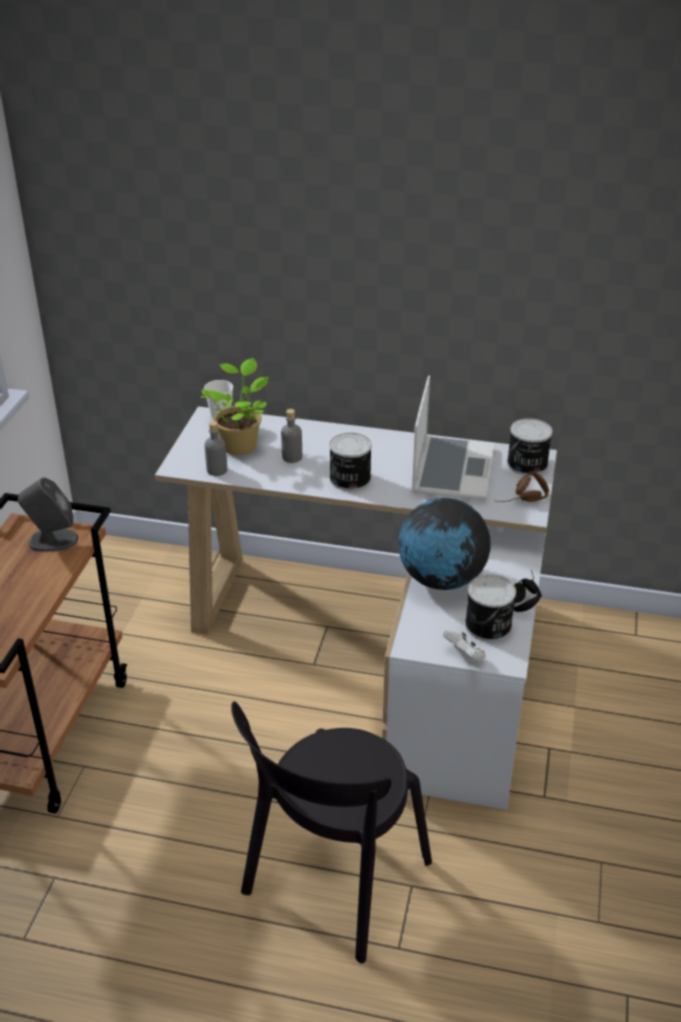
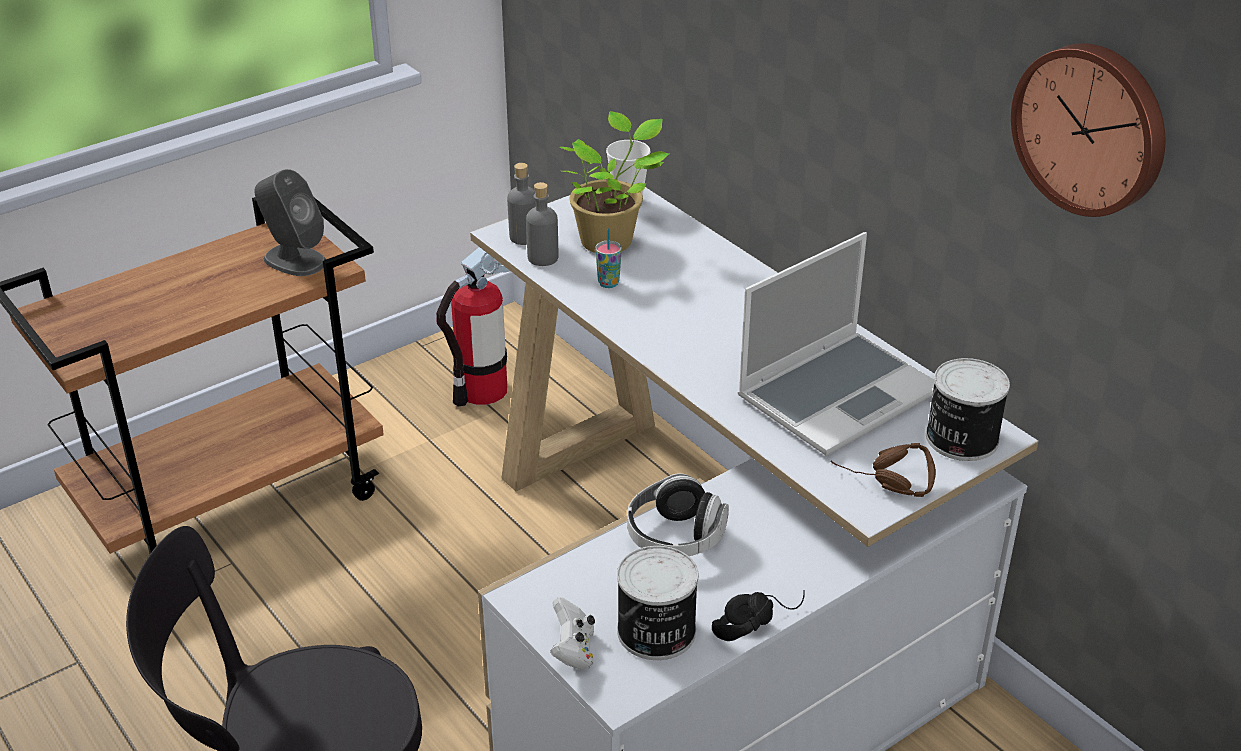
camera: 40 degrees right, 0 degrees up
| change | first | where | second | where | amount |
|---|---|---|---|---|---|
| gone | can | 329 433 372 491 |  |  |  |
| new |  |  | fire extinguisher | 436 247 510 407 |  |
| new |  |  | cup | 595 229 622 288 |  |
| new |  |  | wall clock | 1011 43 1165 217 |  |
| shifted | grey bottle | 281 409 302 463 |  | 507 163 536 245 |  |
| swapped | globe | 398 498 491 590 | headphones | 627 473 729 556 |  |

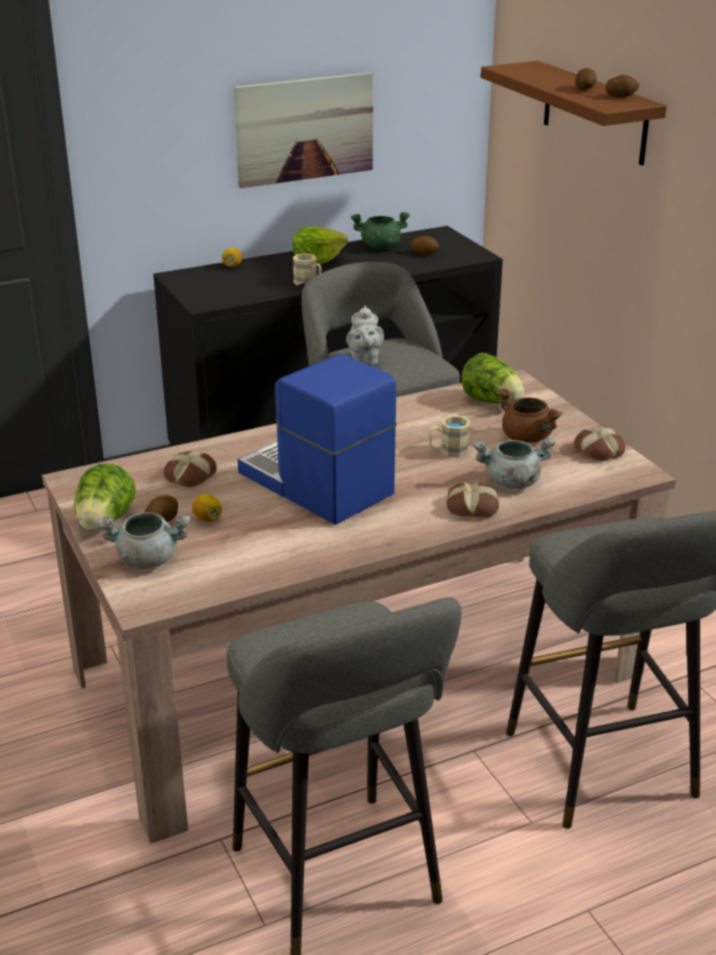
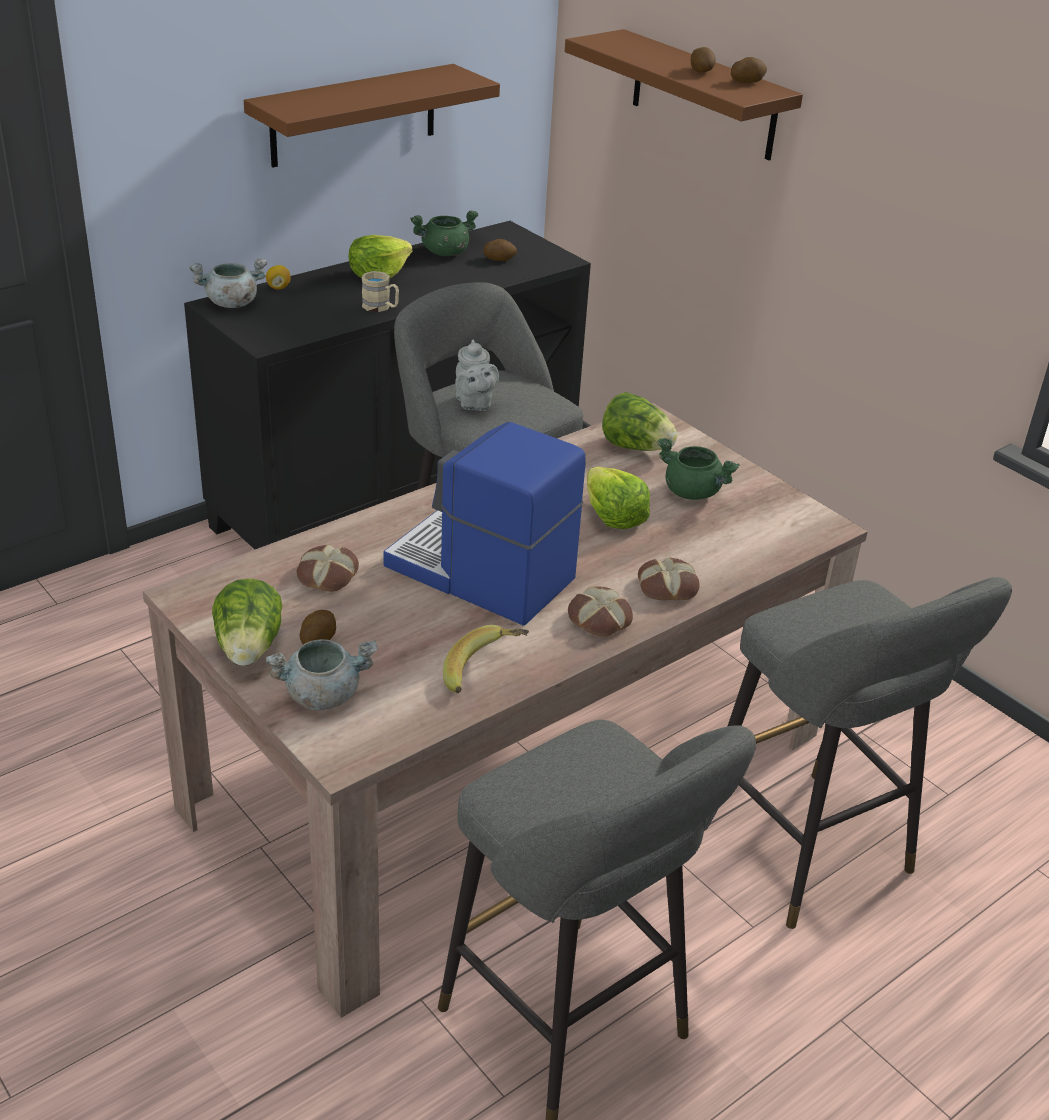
camera: 15 degrees left, 5 degrees up
| change | first | where | second | where | amount |
|---|---|---|---|---|---|
| gone | lemon | 192 494 222 522 |  |  |  |
| new |  |  | banana | 443 625 529 693 |  |
| shifted | grey cooking pot | 473 438 555 489 |  | 189 259 267 308 |  |
| shifted | bread | 574 426 625 461 |  | 568 586 633 637 |  |
| swapped | picture | 234 72 373 188 | brown shelf | 244 64 500 168 |  |
| swapped | beige mug | 429 415 470 458 | lettuce | 587 467 650 529 |  |
| repainted | brown cooking pot | 496 389 563 443 | green cooking pot | 657 438 740 500 |  |

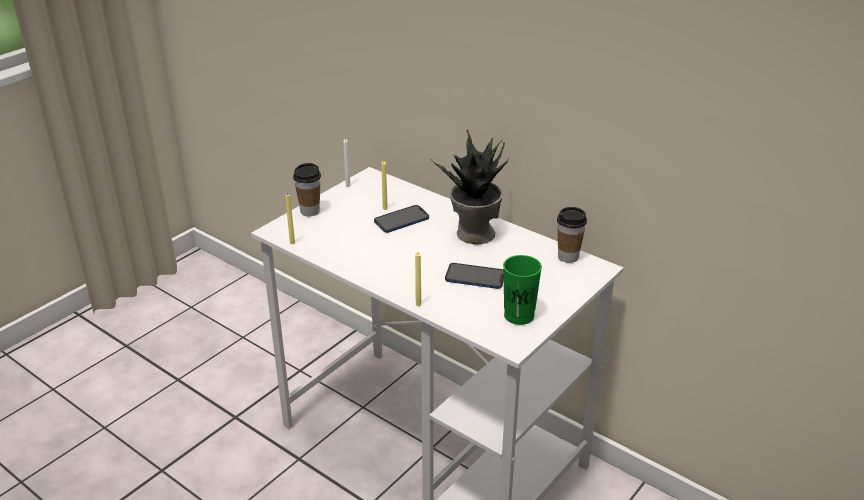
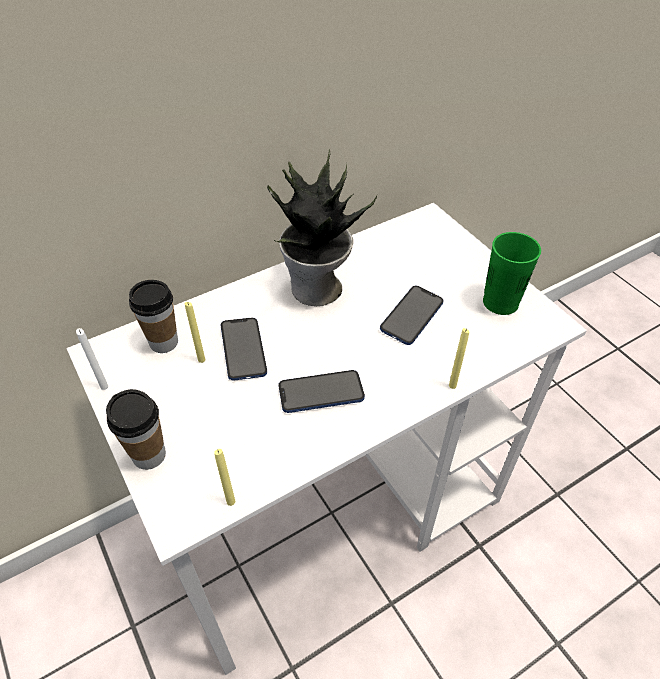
camera: 70 degrees left, 15 degrees up
| change | first | where | second | where | amount |
|---|---|---|---|---|---|
| new |  |  | phone | 278 370 365 413 |  |
| shifted | cup | 557 207 587 263 |  | 129 280 178 353 |  |

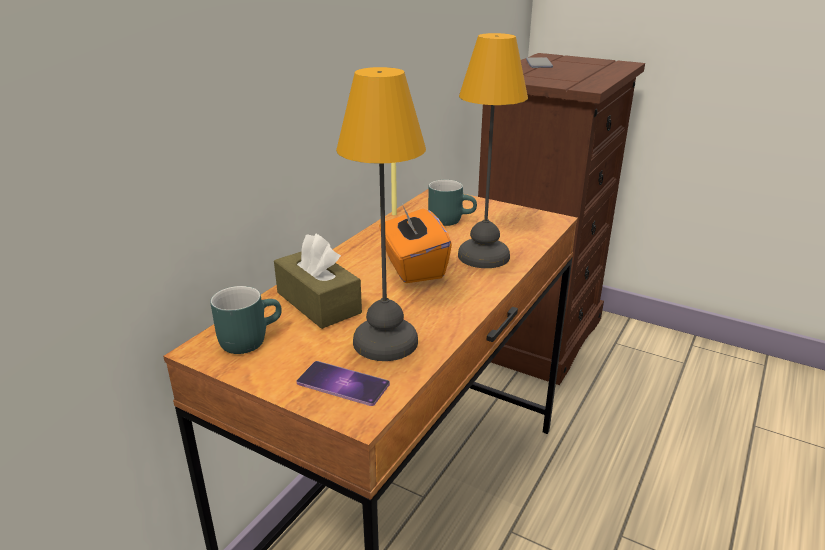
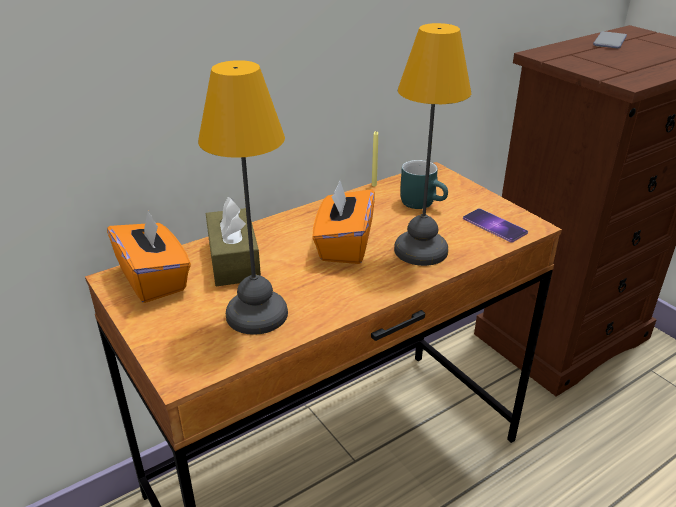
camera: 25 degrees right, 5 degrees up
| change | first | where | second | where | amount |
|---|---|---|---|---|---|
| shifted | phone | 297 361 390 406 |  | 463 208 528 243 |  |
| swapped | turquoise mug | 210 286 282 354 | orange tissue box | 107 210 191 303 |  |

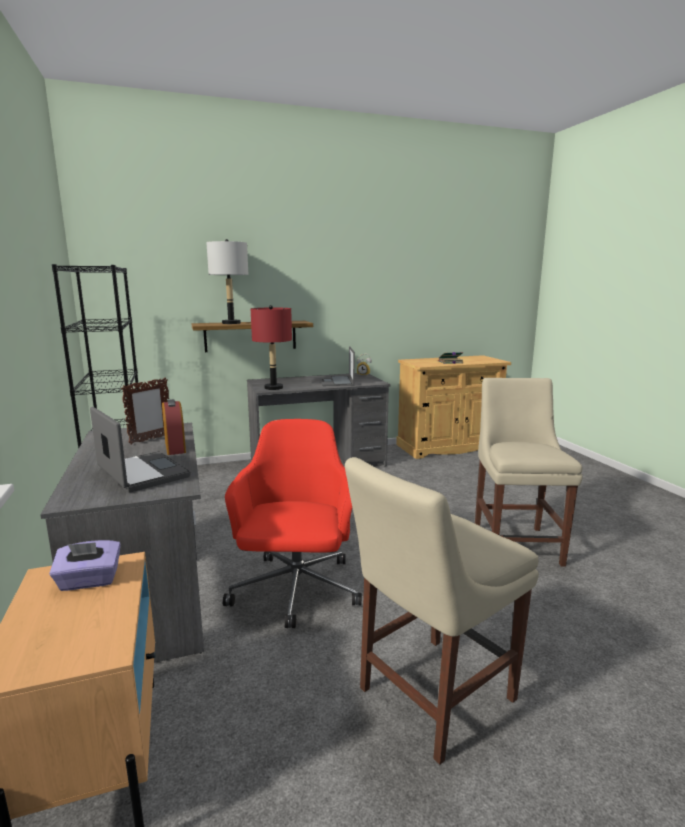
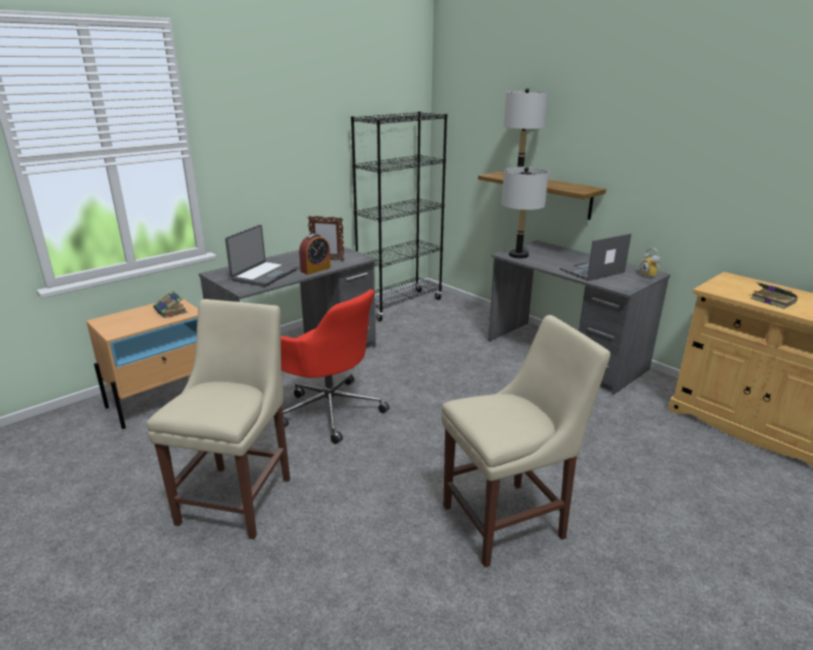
camera: 65 degrees right, 10 degrees up
| change | first | where | second | where | amount |
|---|---|---|---|---|---|
| swapped | purple tissue box | 49 540 121 591 | book | 153 290 187 318 |  |
| repainted | red table lamp | 251 305 292 390 | grey table lamp | 502 167 549 258 |  |
| rotated | red office chair | 223 419 362 628 |  | 281 289 390 444 | 60 degrees clockwise |
| rotated | beige chair | 345 457 539 765 |  | 147 299 290 539 | 75 degrees clockwise |

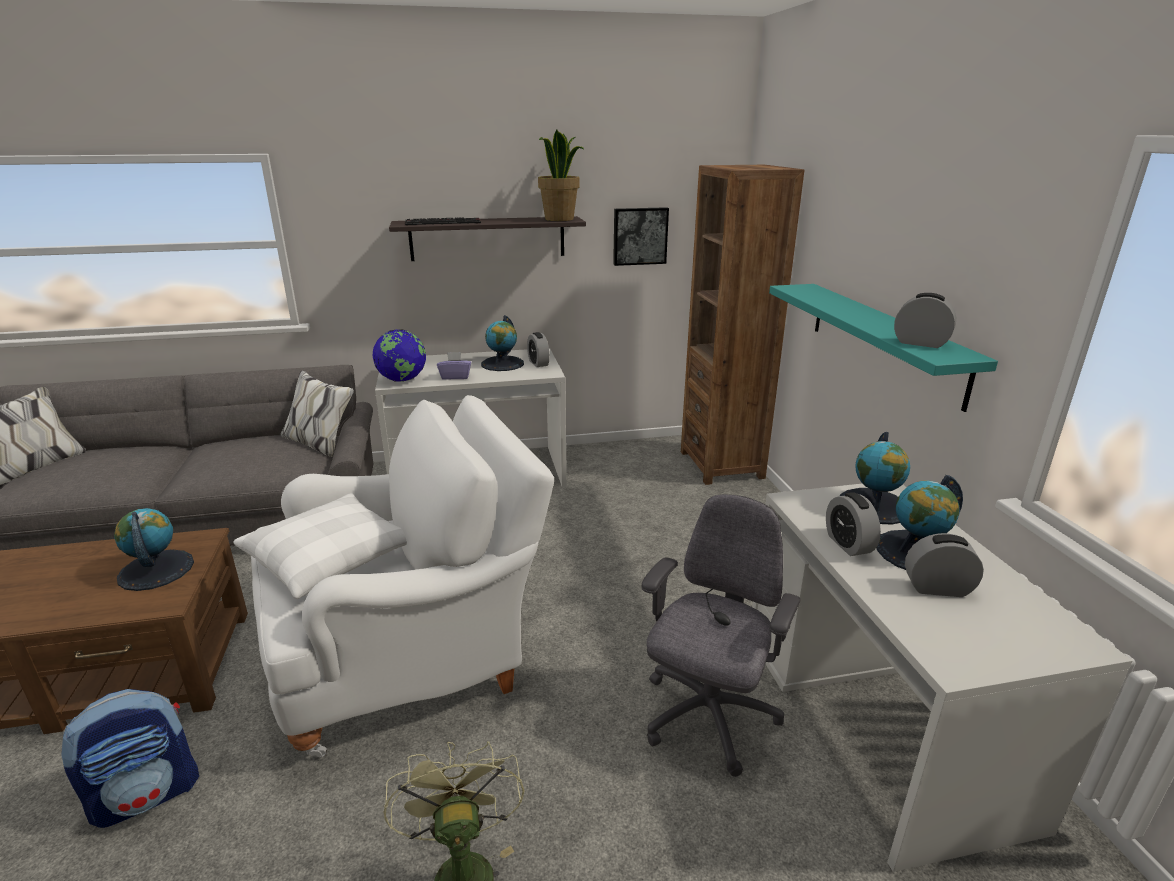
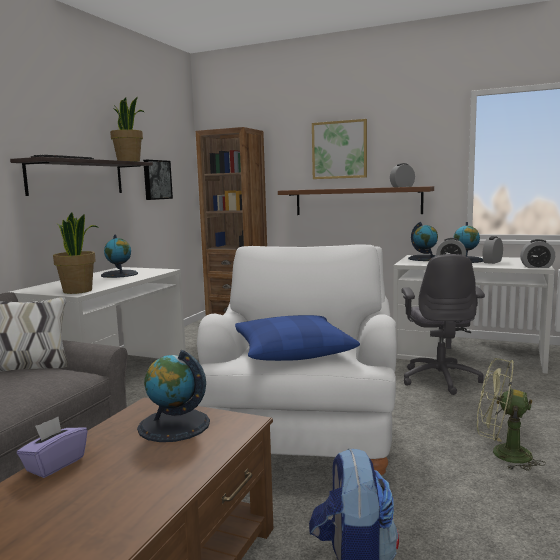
camera: 55 degrees left, 15 degrees down
| change | first | where | second | where | amount |
|---|---|---|---|---|---|
| new |  |  | picture | 312 119 367 179 |  |
| shifted | purple tissue box | 437 352 472 380 |  | 17 417 87 478 |  |
| shifted | alarm clock | 527 332 550 367 |  | 520 239 555 268 |  |
| swapped | globe | 373 329 426 382 | potted plant | 53 212 99 294 |  |
| repainted | white pillow | 234 493 407 599 | blue pillow | 235 315 360 361 |  |
| repainted | turquoise shelf | 769 284 998 412 | brown shelf | 278 186 434 215 |  |
| rotated | grey office chair | 642 494 801 777 |  | 401 254 485 395 | 150 degrees counterclockwise |

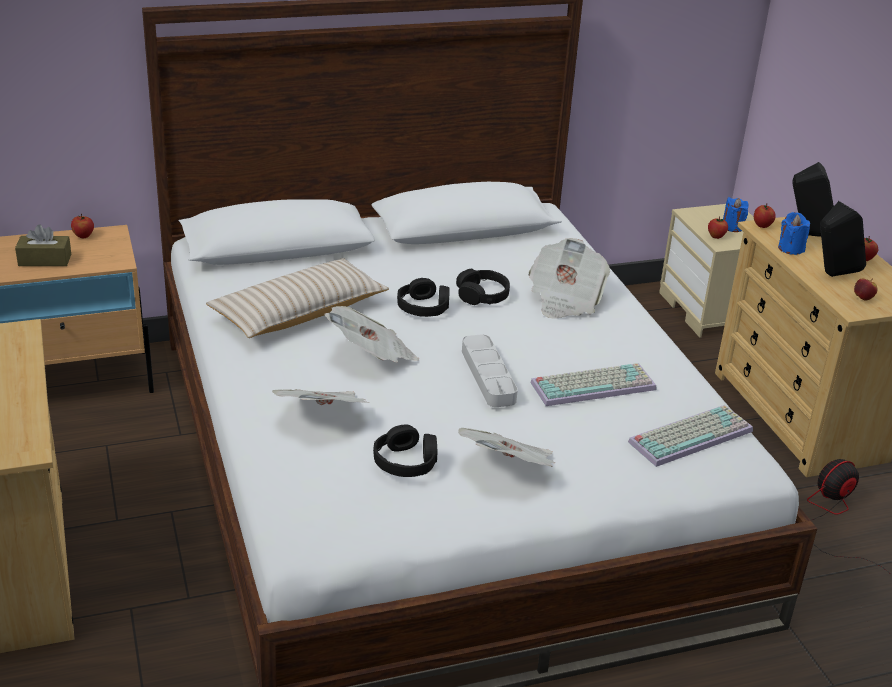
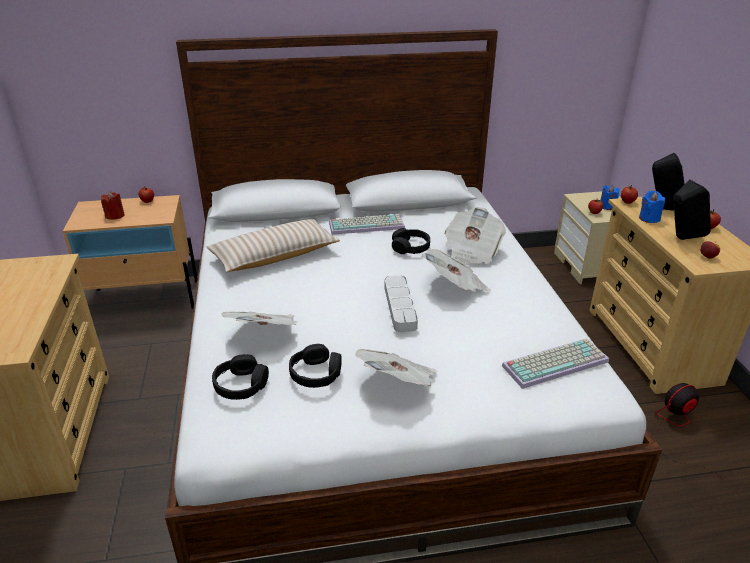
camera: 10 degrees right, 0 degrees up
| change | first | where | second | where | amount |
|---|---|---|---|---|---|
| shifted | newspaper | 324 306 419 362 |  | 422 249 491 292 |  |
| shifted | black headphones | 397 278 450 317 |  | 212 354 269 400 |  |
| shifted | keyboard | 530 363 656 406 |  | 329 214 405 235 |  |
| swapped | brown tissue box | 15 224 71 266 | red candle | 101 191 125 220 |  |

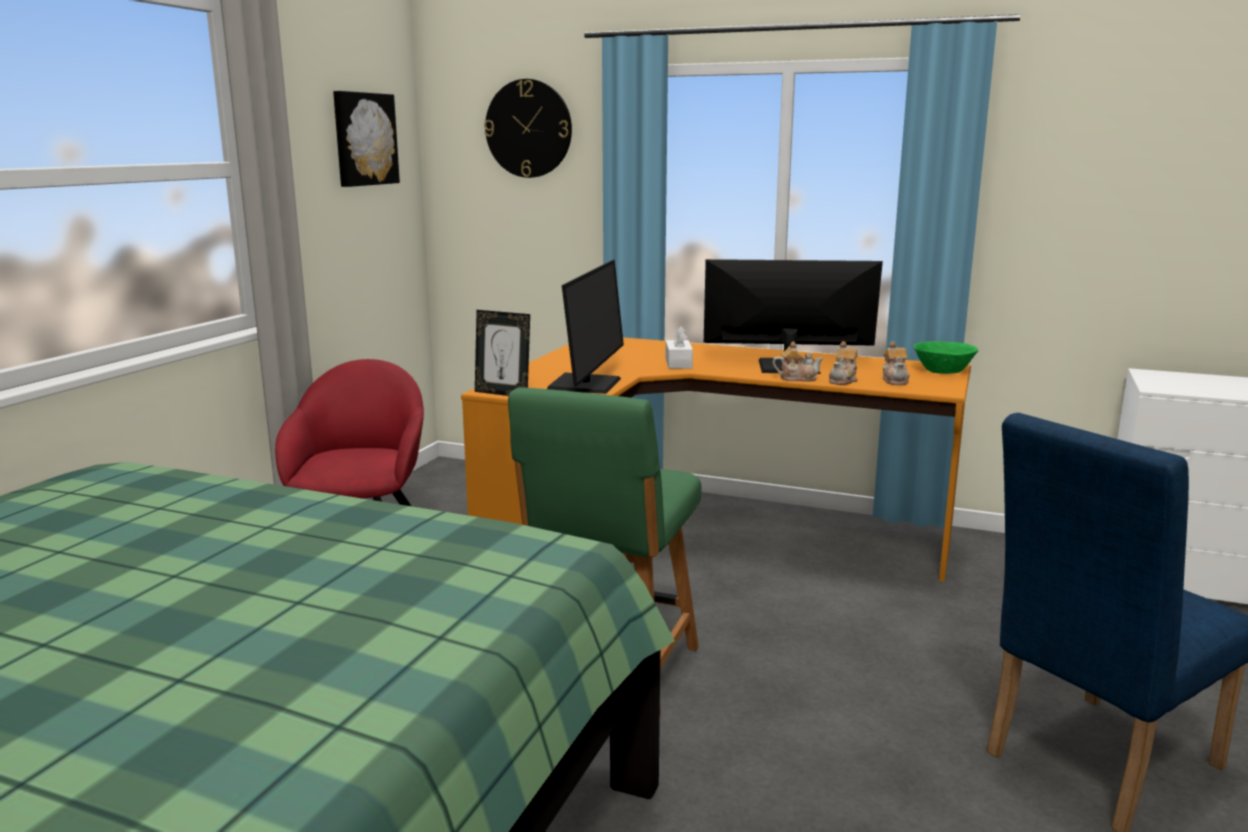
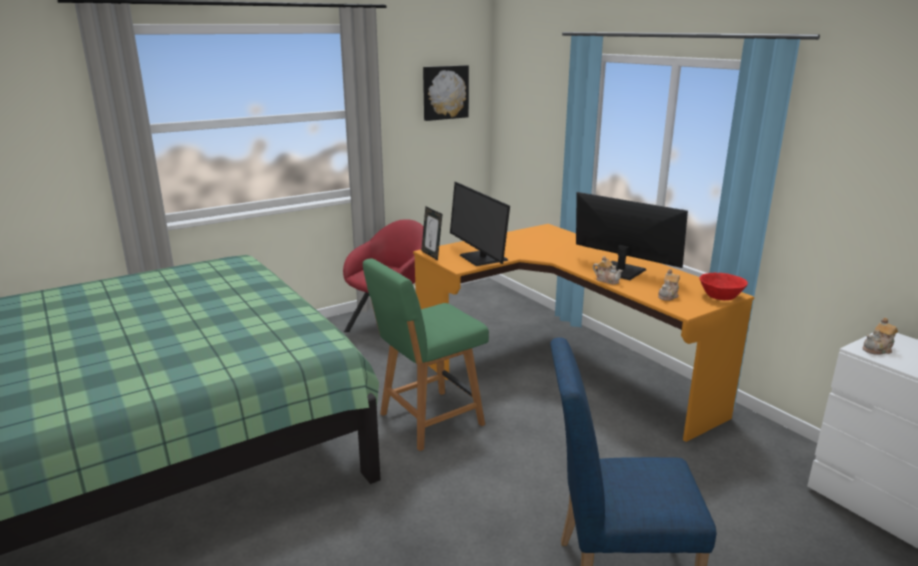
camera: 35 degrees right, 5 degrees up
| change | first | where | second | where | amount |
|---|---|---|---|---|---|
| gone | wall clock | 484 79 572 178 |  |  |  |
| gone | white tissue box | 666 326 693 369 |  |  |  |
| shifted | teapot | 829 341 857 385 |  | 863 318 898 355 |  |
| repainted | green bowl | 914 341 978 374 | red bowl | 700 273 748 300 |  |
| rotated | monitor | 547 260 624 394 |  | 450 182 510 266 | 105 degrees clockwise |

